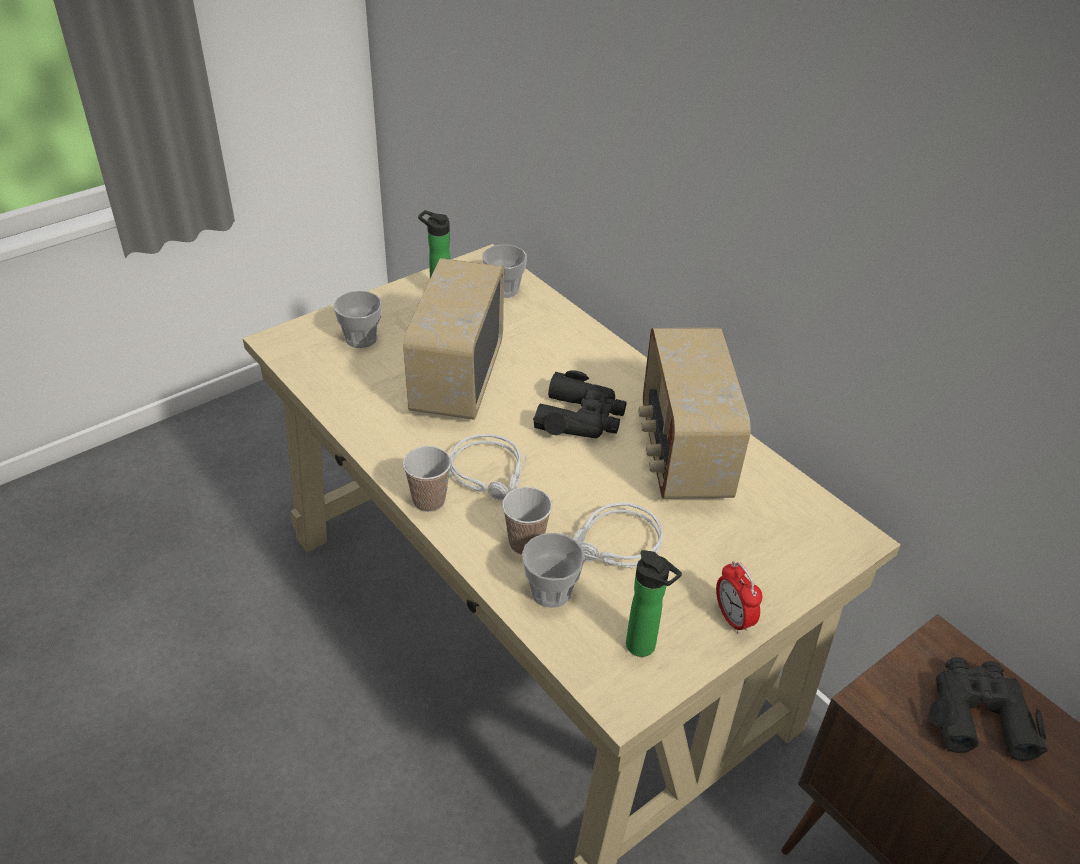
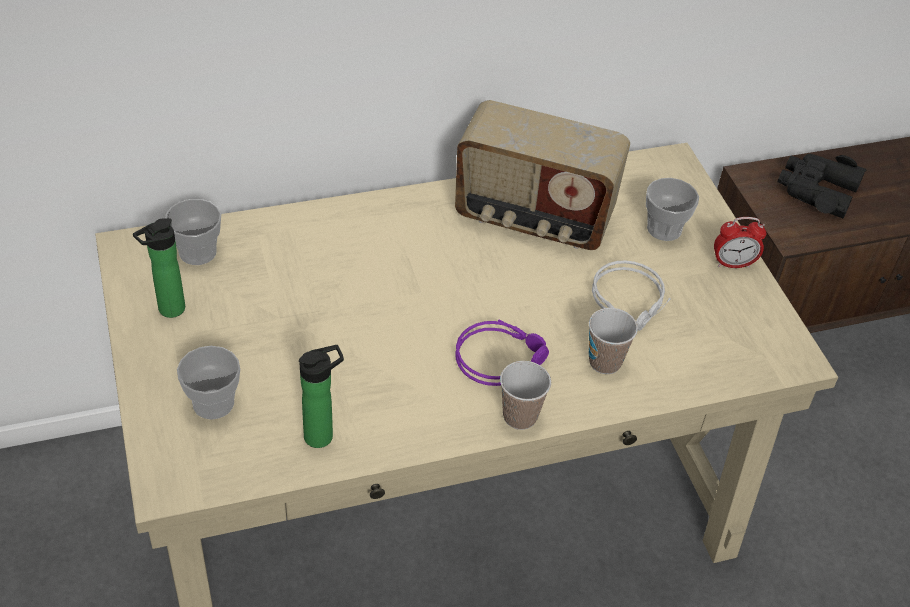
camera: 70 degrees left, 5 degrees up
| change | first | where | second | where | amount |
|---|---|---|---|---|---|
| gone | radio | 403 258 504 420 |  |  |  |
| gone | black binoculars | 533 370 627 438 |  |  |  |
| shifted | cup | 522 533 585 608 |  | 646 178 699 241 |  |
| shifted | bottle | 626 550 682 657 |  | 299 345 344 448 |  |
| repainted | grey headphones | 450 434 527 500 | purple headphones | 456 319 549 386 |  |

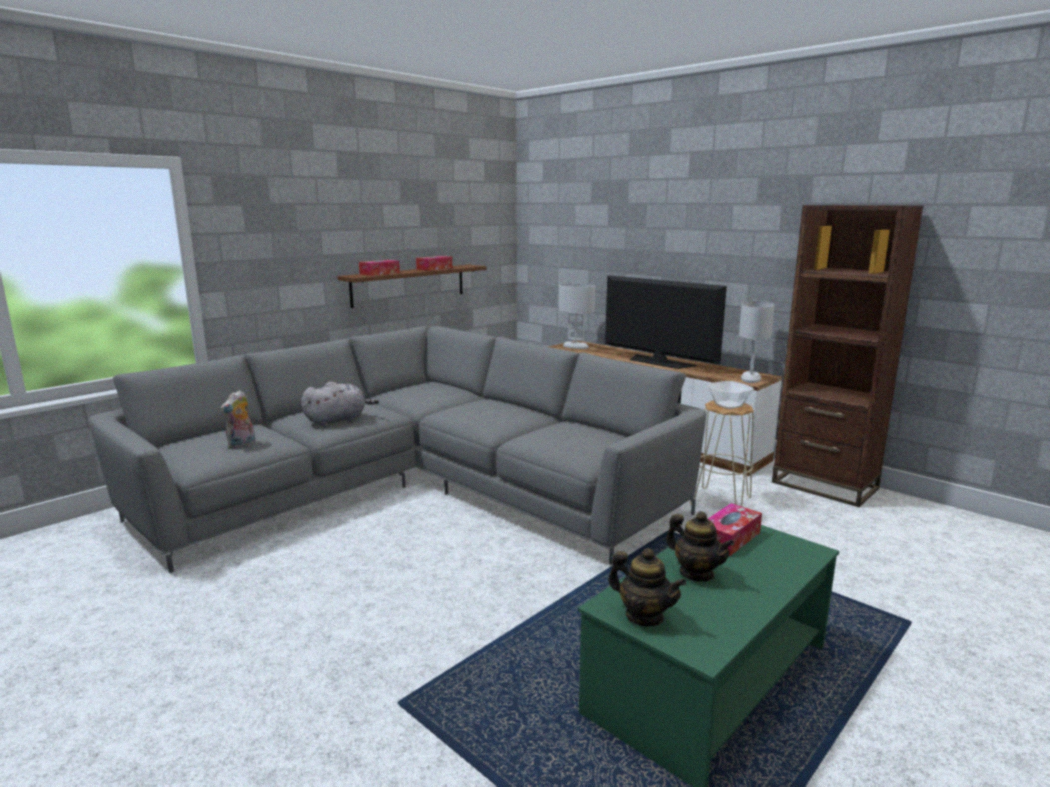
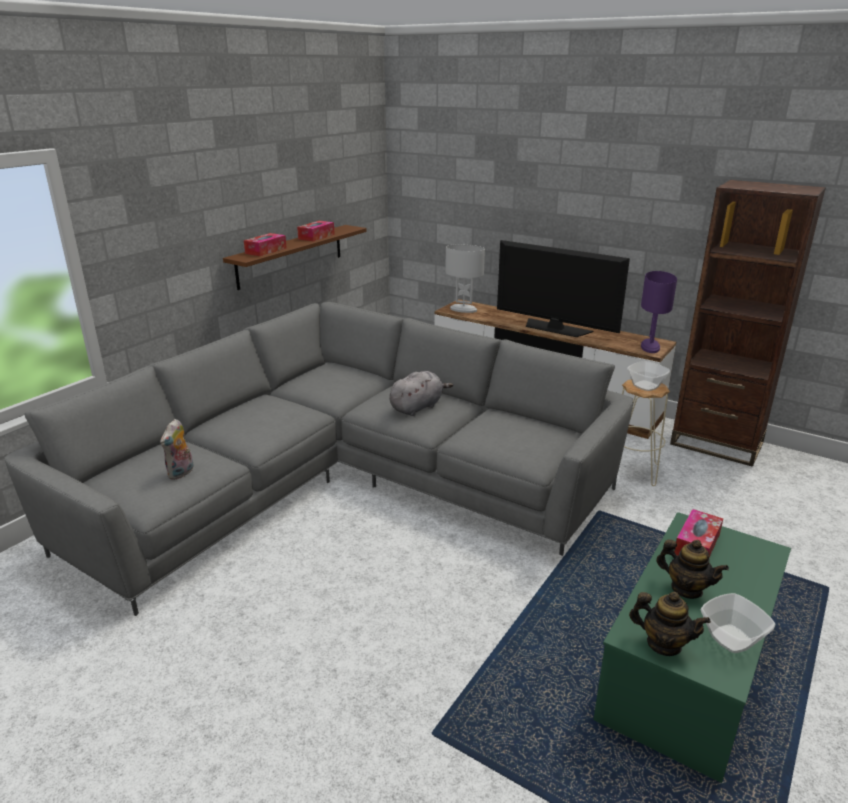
camera: 10 degrees left, 10 degrees up
| change | first | where | second | where | amount |
|---|---|---|---|---|---|
| new |  |  | bowl | 701 593 775 653 |  |
| shifted | grey plush toy | 301 382 379 427 |  | 389 371 453 416 |  |
| repainted | white table lamp | 739 301 775 383 | purple table lamp | 641 271 677 353 |  |

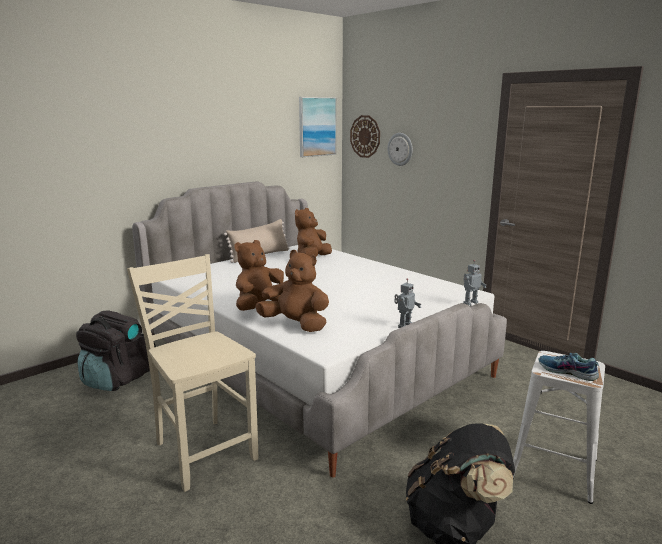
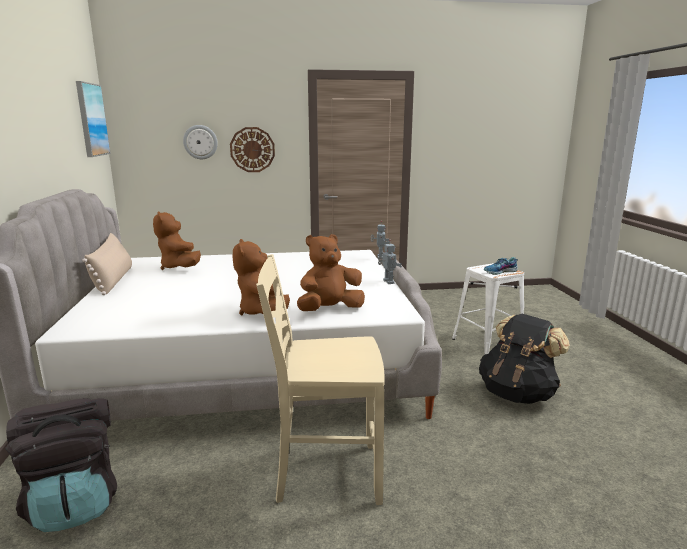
camera: 55 degrees left, 0 degrees up
| change | first | where | second | where | amount |
|---|---|---|---|---|---|
| shifted | wall clock | 350 115 380 158 |  | 230 127 275 172 |  |

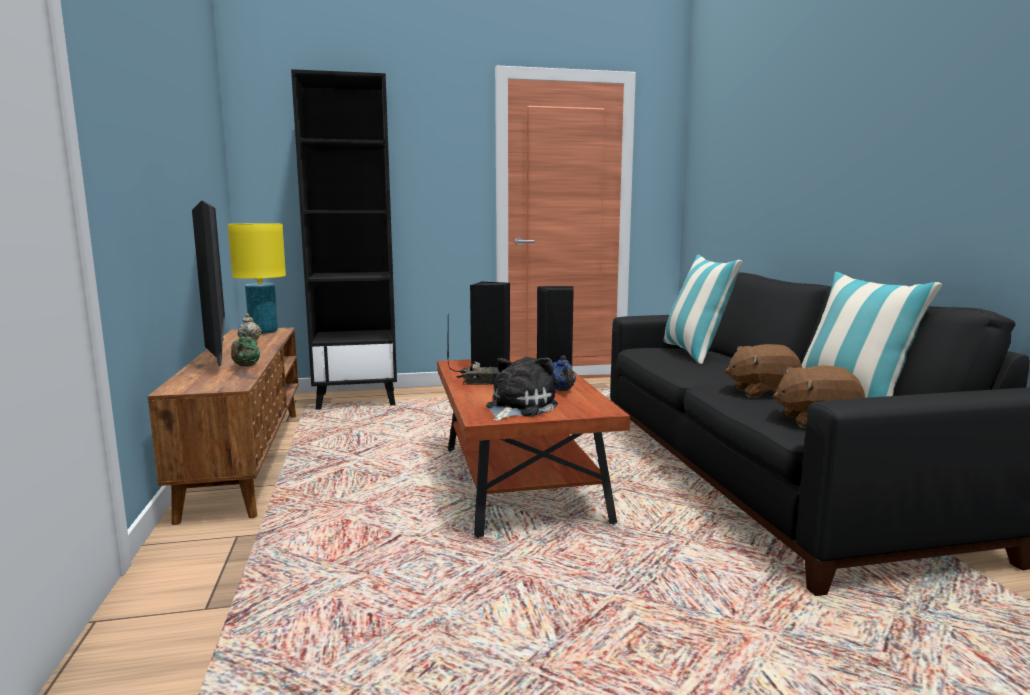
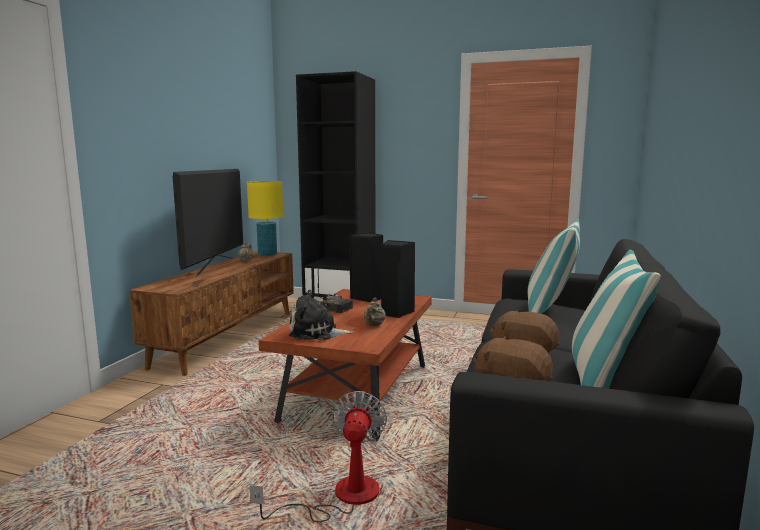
camera: 30 degrees right, 0 degrees up
| change | first | where | second | where | amount |
|---|---|---|---|---|---|
| gone | green teapot | 231 332 260 366 |  |  |  |
| new |  |  | fan | 250 391 387 522 |  |
| repainted | blue teapot | 553 355 576 391 | beige teapot | 363 298 386 326 |  |
| rotated | plush toy | 486 357 558 421 |  | 289 289 354 340 | 150 degrees counterclockwise |

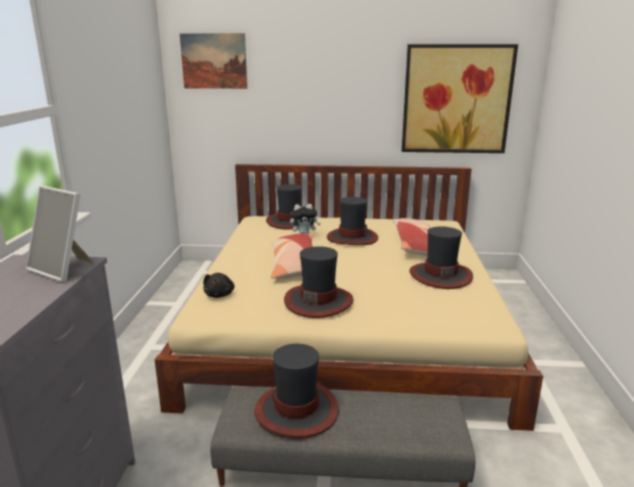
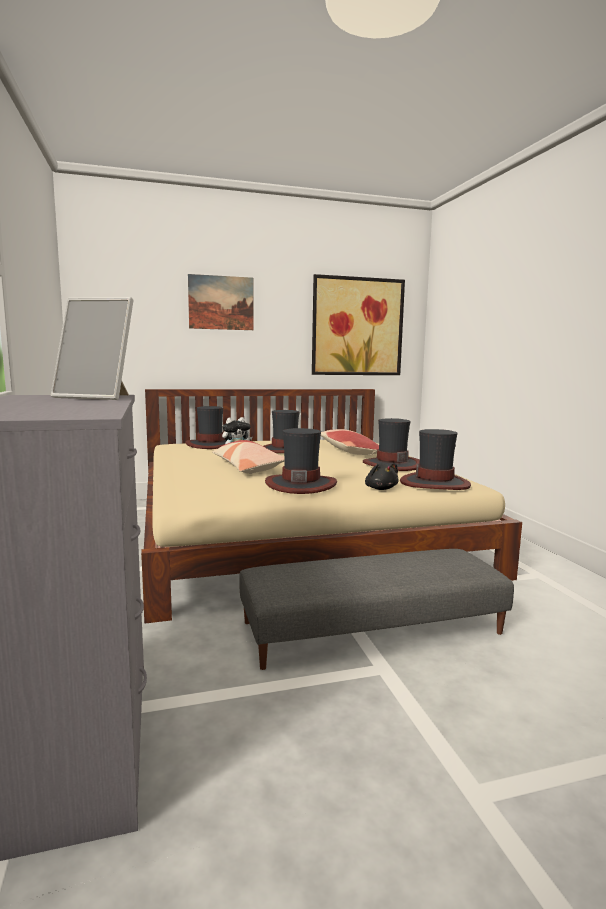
camera: 20 degrees left, 10 degrees down
| change | first | where | second | where | amount |
|---|---|---|---|---|---|
| shifted | picture | 179 33 247 89 |  | 188 274 254 330 |  |
| shifted | black plush toy | 203 273 235 298 |  | 365 463 399 490 |  |
| shifted | hat | 254 344 339 438 |  | 400 429 471 490 |  |

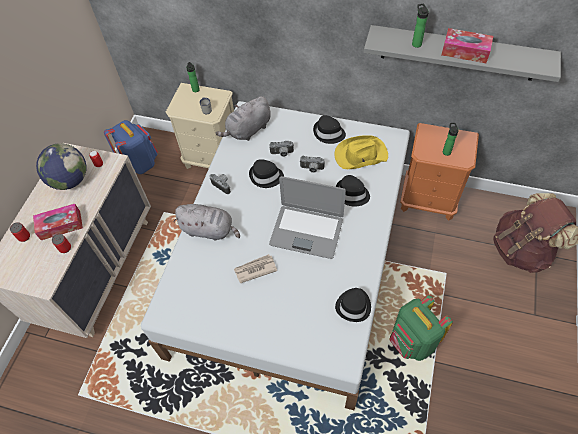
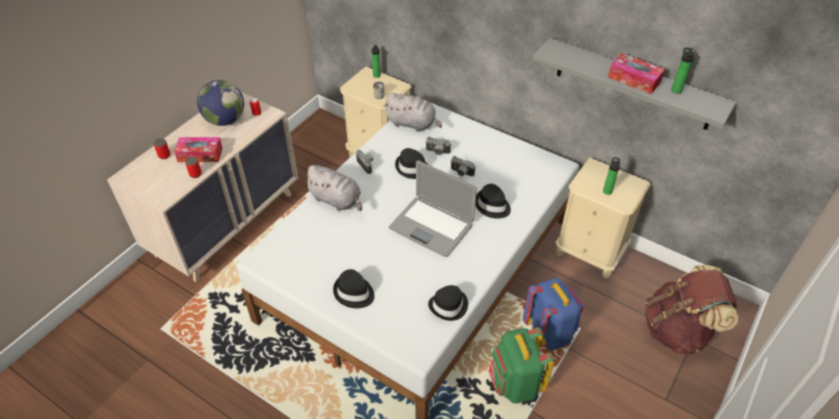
camera: 15 degrees right, 10 degrees down
| change | first | where | second | where | amount |
|---|---|---|---|---|---|
| gone | newspaper | 234 254 277 283 |  |  |  |
| gone | yellow hat | 335 135 388 169 |  |  |  |
| shifted | blue backpack | 104 120 158 174 |  | 523 278 584 350 |  |
| shifted | black hat | 313 115 346 144 |  | 333 269 374 308 |  |
| shifted | bottle | 412 4 429 48 |  | 671 48 694 94 |  |
| repainted | orange nightstand | 400 123 479 221 | beige nightstand | 555 158 651 278 |  |
| rotated | grey plush toy | 215 96 271 141 |  | 383 93 442 132 | 135 degrees counterclockwise |

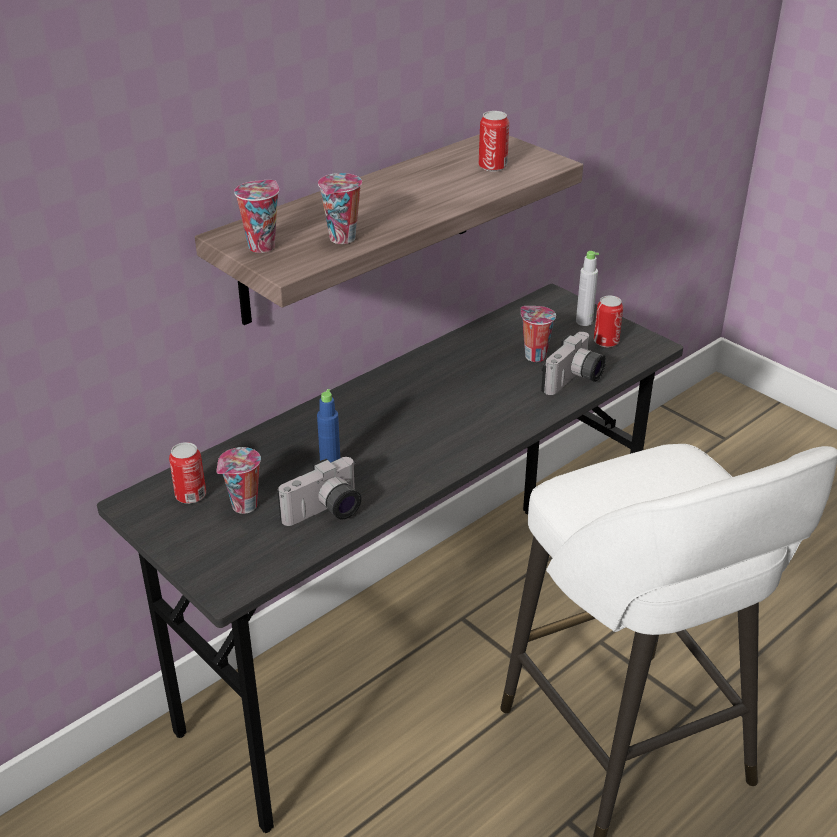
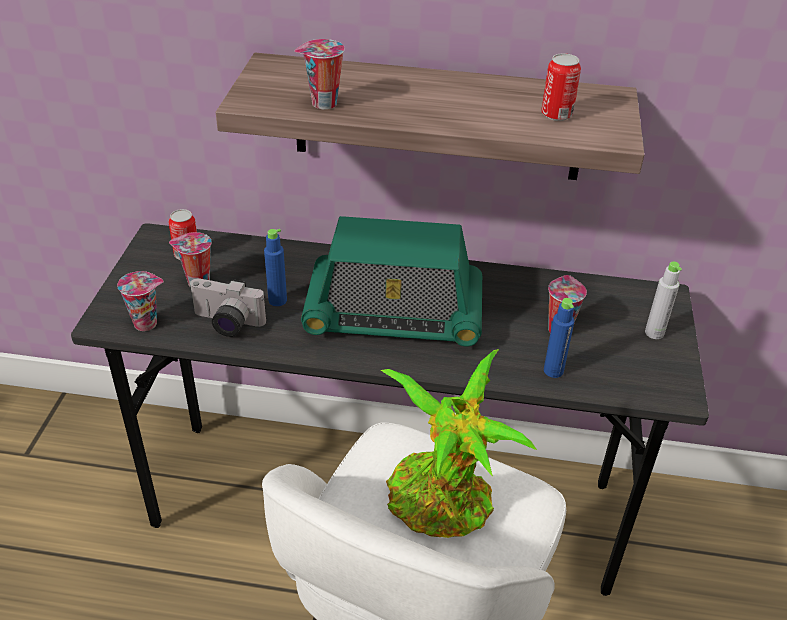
camera: 50 degrees right, 5 degrees up
| change | first | where | second | where | amount |
|---|---|---|---|---|---|
| gone | can | 594 296 623 347 |  |  |  |
| new |  |  | radio | 301 216 482 347 |  |
| new |  |  | potted plant | 380 349 537 538 |  |
| shifted | cup | 234 180 279 253 |  | 117 271 164 331 |  |
| swapped | photo camera | 541 332 606 395 | blue bottle | 544 298 575 378 |  |

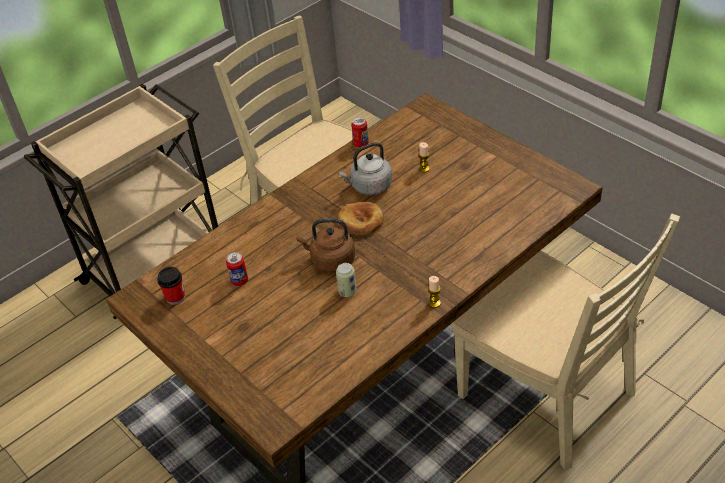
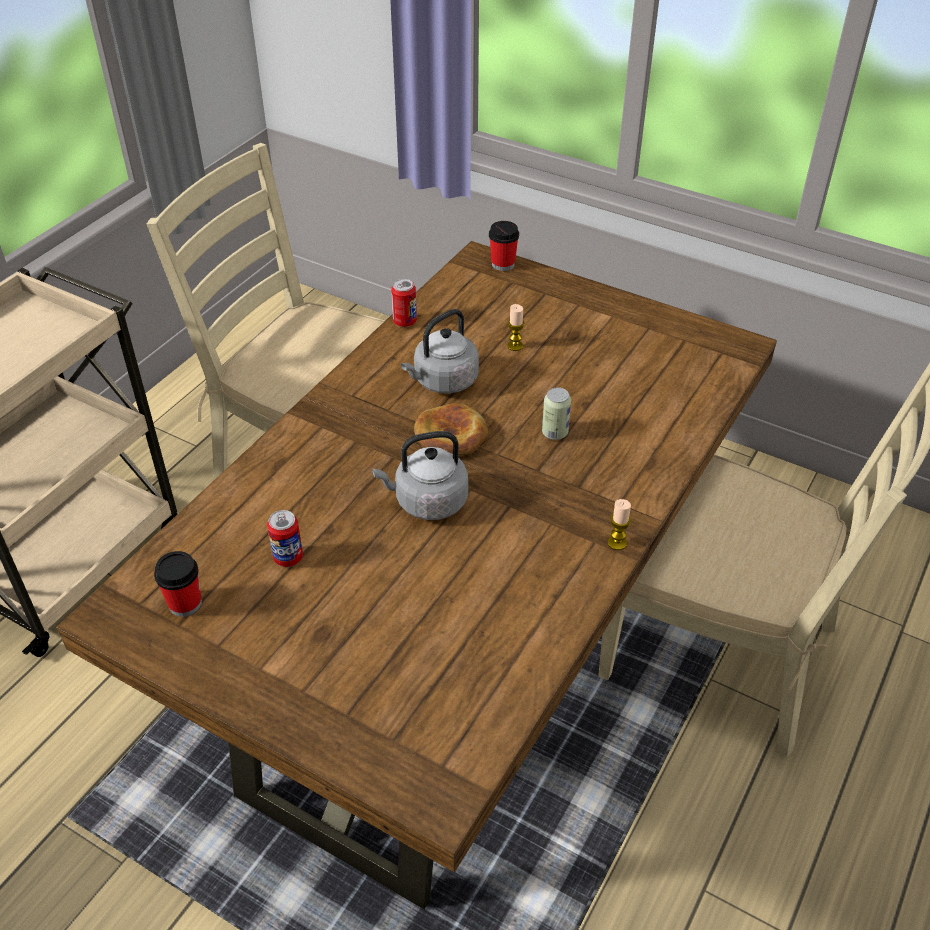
camera: 20 degrees left, 0 degrees up
| change | first | where | second | where | amount |
|---|---|---|---|---|---|
| new |  |  | cup | 489 221 519 271 |  |
| shifted | can | 336 263 357 297 |  | 542 387 571 440 |  |
| repainted | brown kettle | 296 218 355 272 | grey kettle | 372 431 468 520 |  |

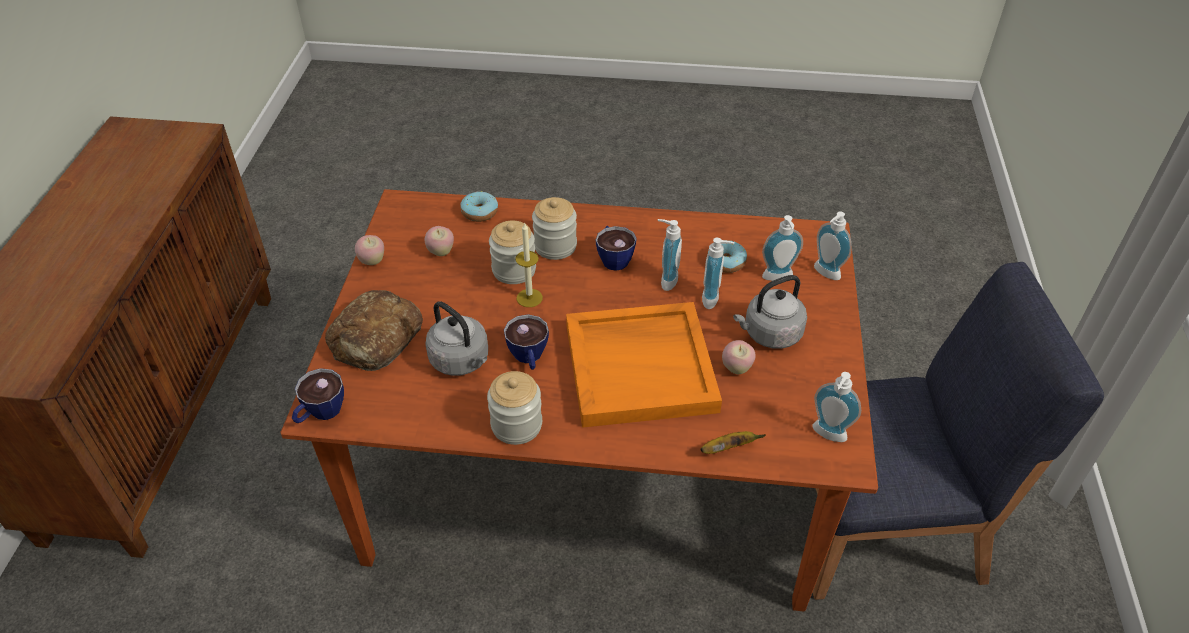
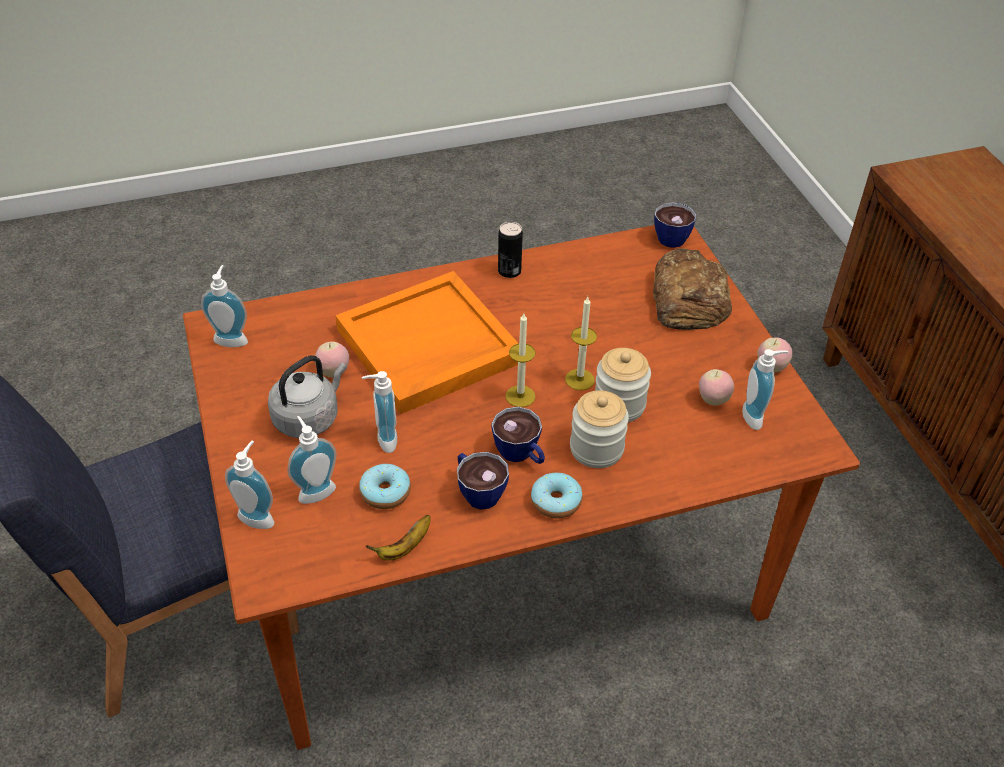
camera: 155 degrees right, 0 degrees up
| change | first | where | second | where | amount |
|---|---|---|---|---|---|
| gone | grey kettle | 426 301 488 376 |  |  |  |
| new |  |  | candle | 505 313 536 407 |  |
| shifted | donut | 460 191 498 222 |  | 531 473 582 519 |  |
| shifted | cup | 504 314 549 370 |  | 457 452 509 510 |  |
| shifted | soap dispenser | 658 219 682 291 |  | 742 349 789 430 |  |
| shifted | banana | 700 431 766 454 |  | 366 515 431 561 |  |
| swapped | jar | 487 371 542 445 | can | 498 222 523 278 |  |

